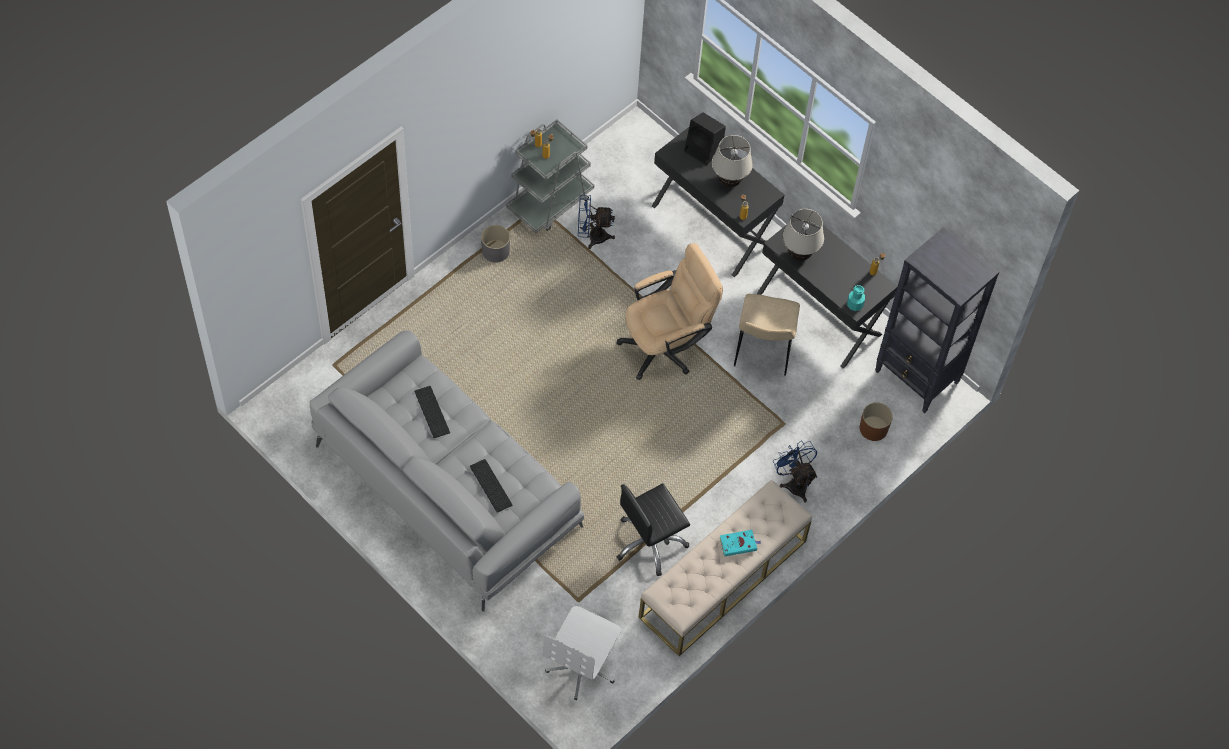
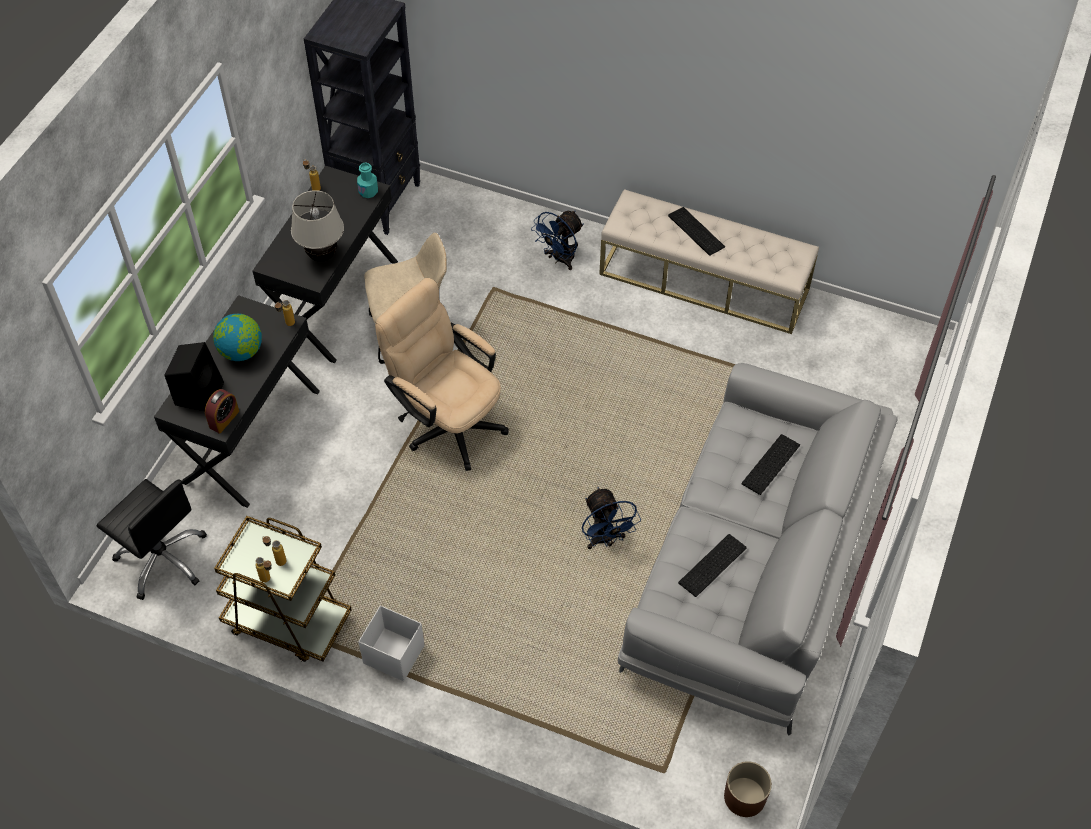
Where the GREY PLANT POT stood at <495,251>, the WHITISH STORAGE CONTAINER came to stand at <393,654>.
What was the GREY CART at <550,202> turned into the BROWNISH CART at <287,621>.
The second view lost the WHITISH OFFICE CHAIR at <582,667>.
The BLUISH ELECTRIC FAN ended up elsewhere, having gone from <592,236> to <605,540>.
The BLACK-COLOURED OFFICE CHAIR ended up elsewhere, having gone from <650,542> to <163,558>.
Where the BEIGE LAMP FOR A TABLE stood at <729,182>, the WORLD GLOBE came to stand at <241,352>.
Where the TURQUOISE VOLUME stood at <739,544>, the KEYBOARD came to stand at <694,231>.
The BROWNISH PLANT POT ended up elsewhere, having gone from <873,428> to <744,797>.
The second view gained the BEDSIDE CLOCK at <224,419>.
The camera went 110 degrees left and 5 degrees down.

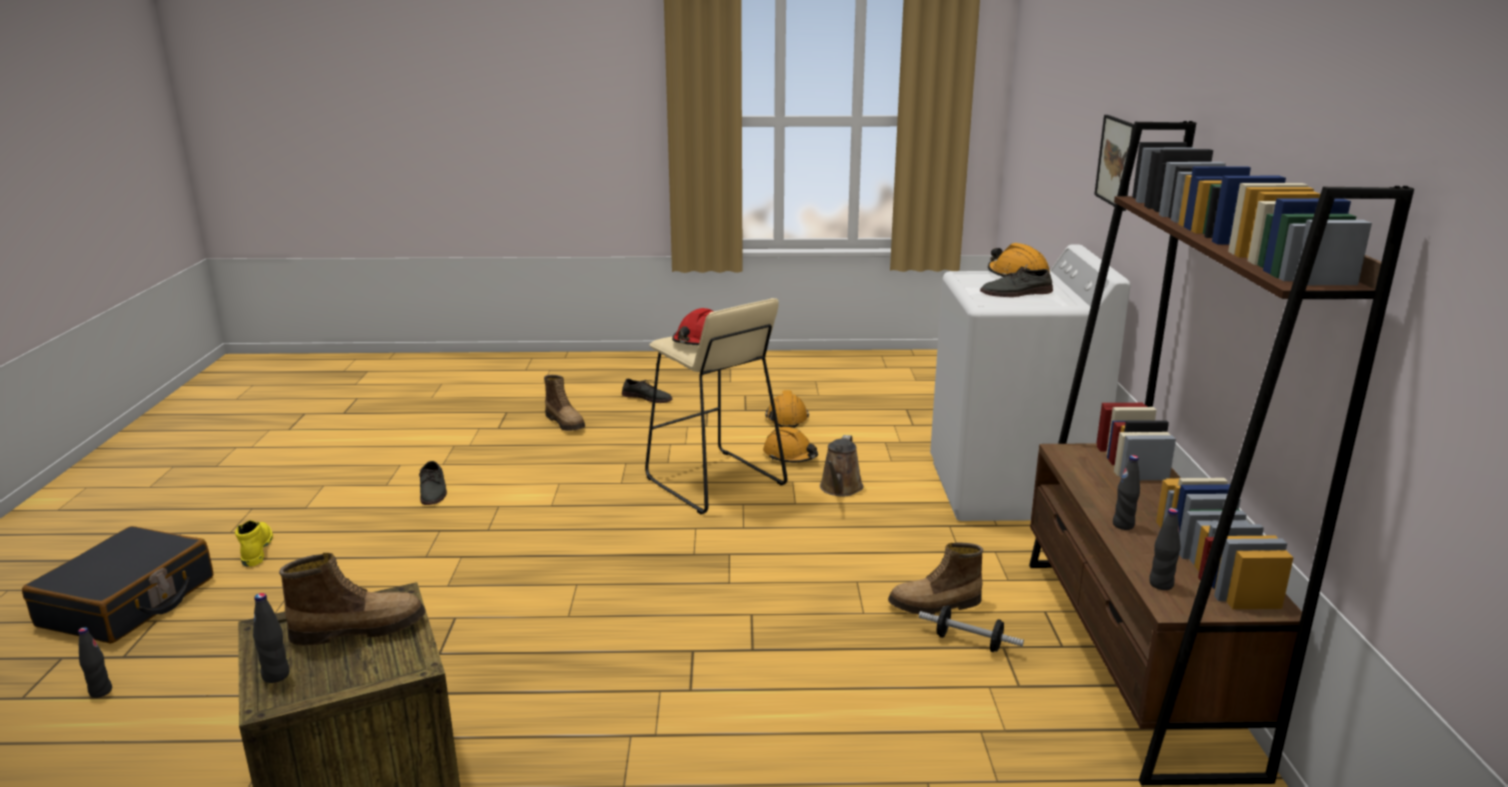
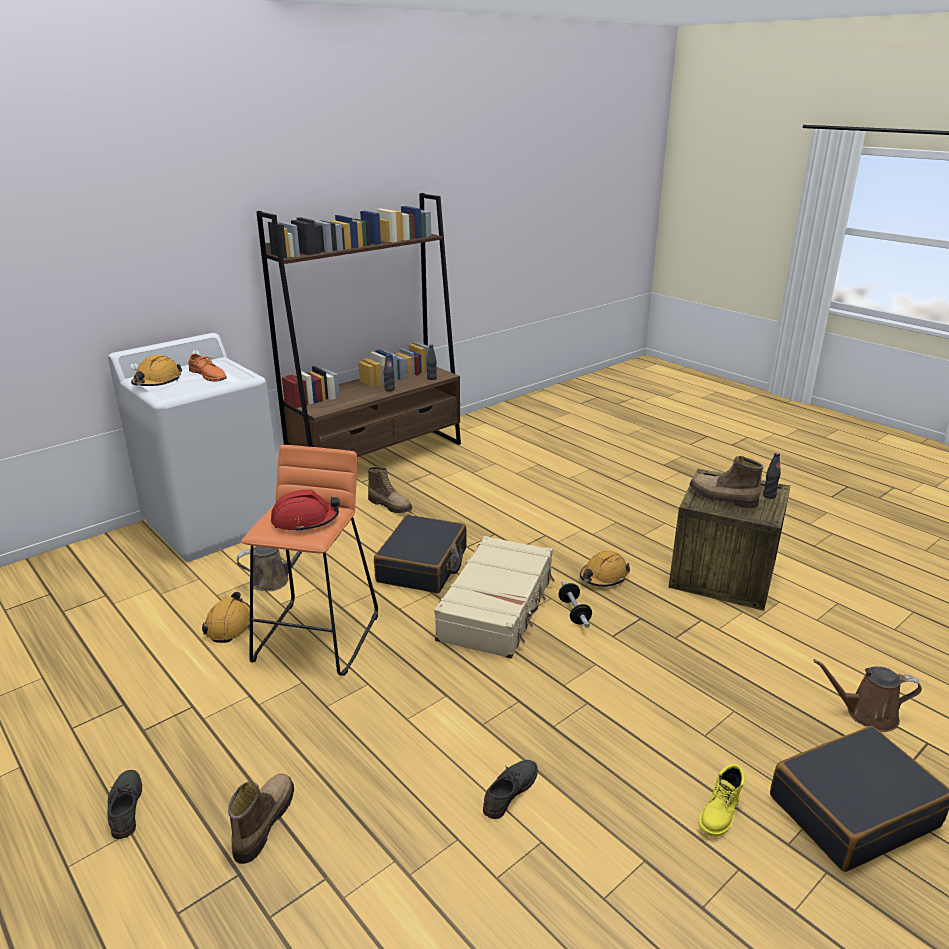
Where the BLACK-COLOURED BOTTLE stood at <100,691>, the BROWNISH WATERING CAN came to stand at <866,714>.
What was the BEIGE STOOL SEAT at <714,482> turned into the ORANGEY STOOL SEAT at <317,637>.
The ORANGEY SAFETY HELMET ended up elsewhere, having gone from <786,418> to <603,577>.
The HAND WEIGHT ended up elsewhere, having gone from <968,642> to <574,612>.
What was the GREY SHOE at <1016,293> turned into the ORANGEY SHOE at <208,375>.
The second view lost the WALL ART at <1116,161>.
The second view gained the BLACK-COLOURED SUITCASE at <423,566>.
The second view gained the BEIGE SUITCASE at <498,608>.
The camera went 130 degrees left and 5 degrees up.

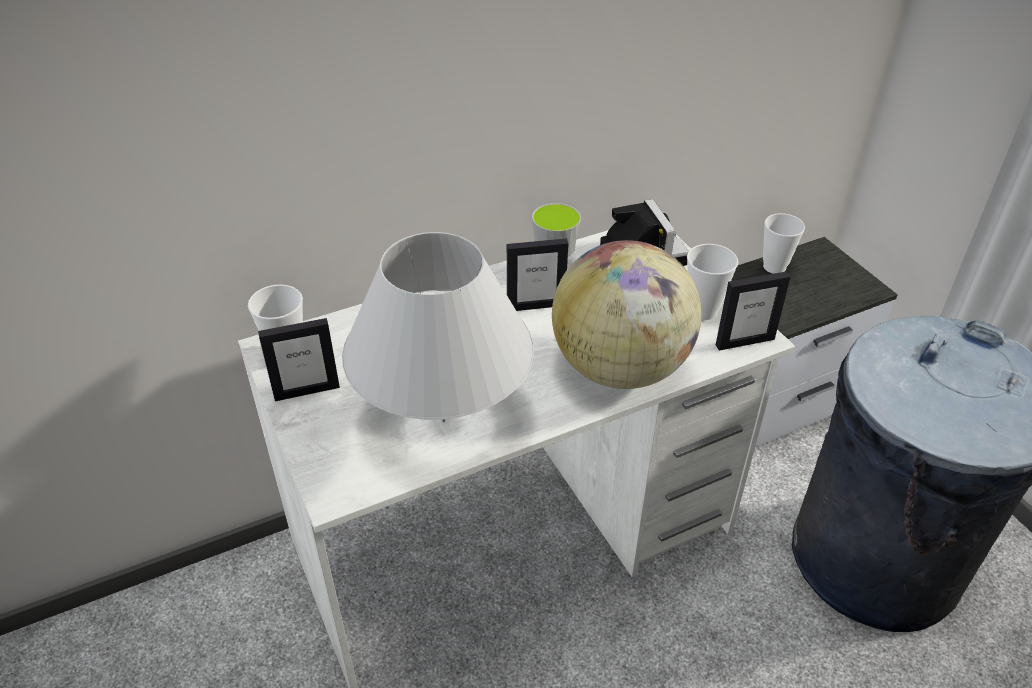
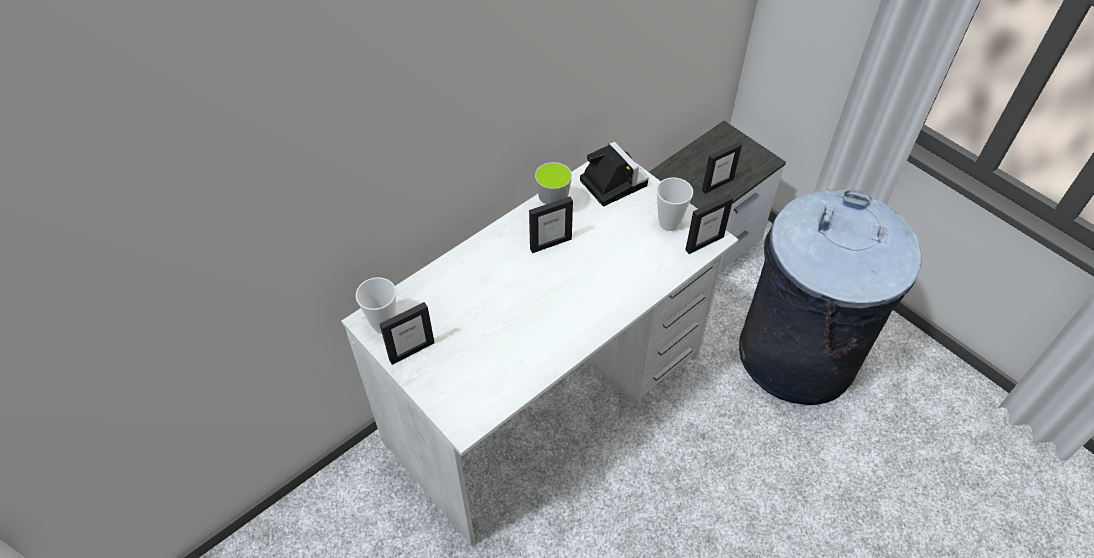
The second view lost the WHITISH LAMP FOR A TABLE at <443,421>.
The second view lost the WORLD GLOBE at <620,367>.
The second view lost the SMALL CUP at <774,267>.
The second view gained the PHOTO FRAME at <717,185>.
The camera went 15 degrees left and 10 degrees up.

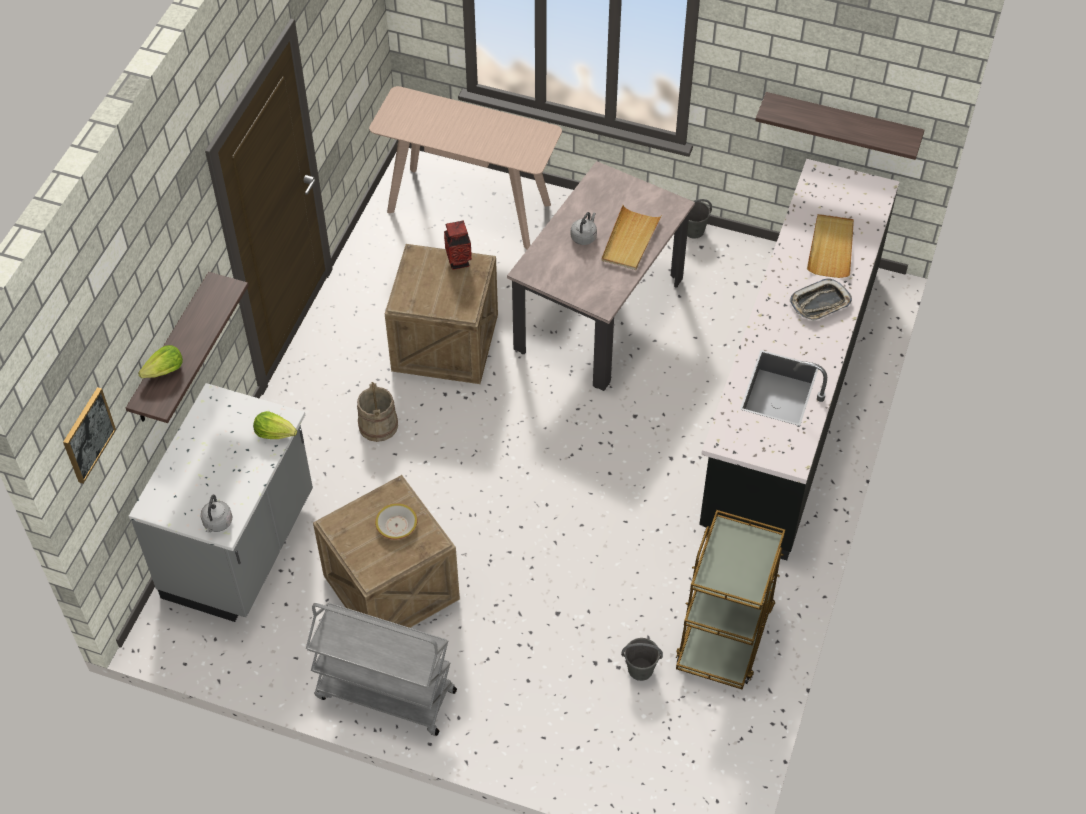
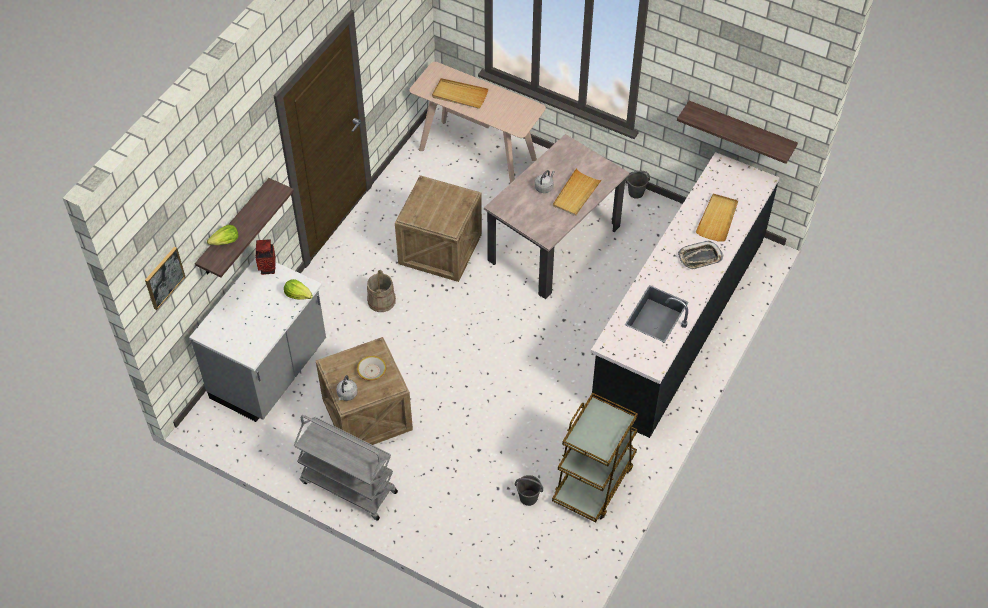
The GREY WATER KETTLE ended up elsewhere, having gone from <217,523> to <347,395>.
The FLOWER VASE ended up elsewhere, having gone from <458,262> to <268,269>.
The second view gained the BEIGE SERVING TRAY at <459,95>.
The camera went 10 degrees right and 0 degrees up.

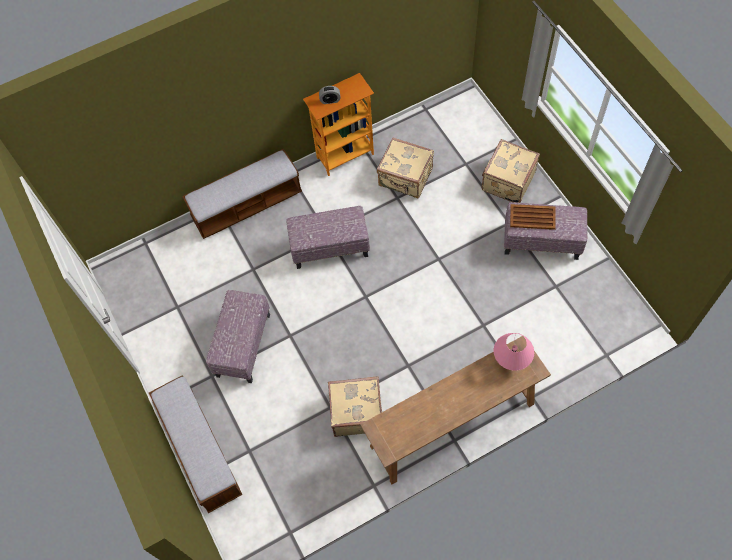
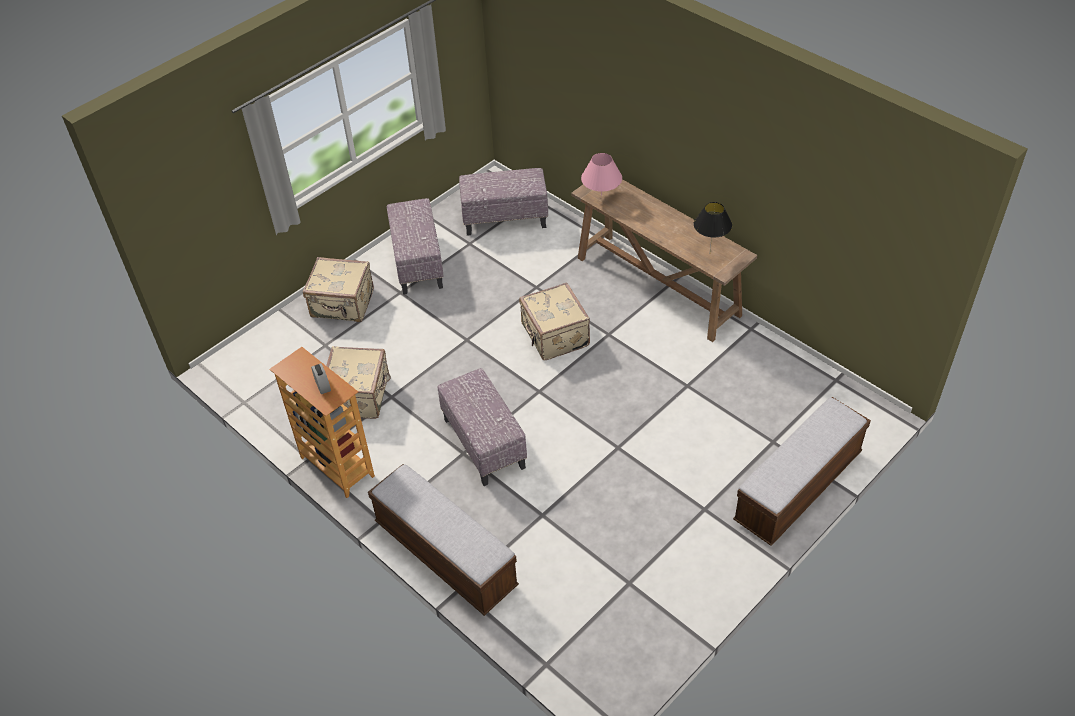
The OTTOMAN ended up elsewhere, having gone from <244,345> to <505,218>.
The BEIGE SUITCASE ended up elsewhere, having gone from <356,411> to <554,336>.
The second view lost the BROWNISH SERVING TRAY at <532,217>.
The second view gained the BLACK-COLOURED LAMP FOR A TABLE at <710,254>.
The camera went 110 degrees left and 15 degrees down.

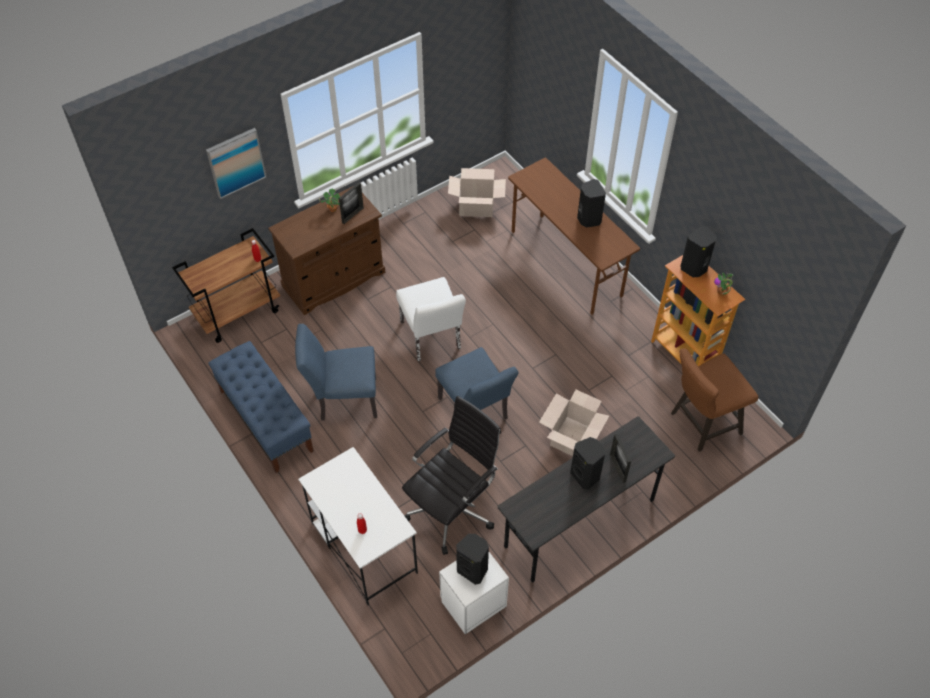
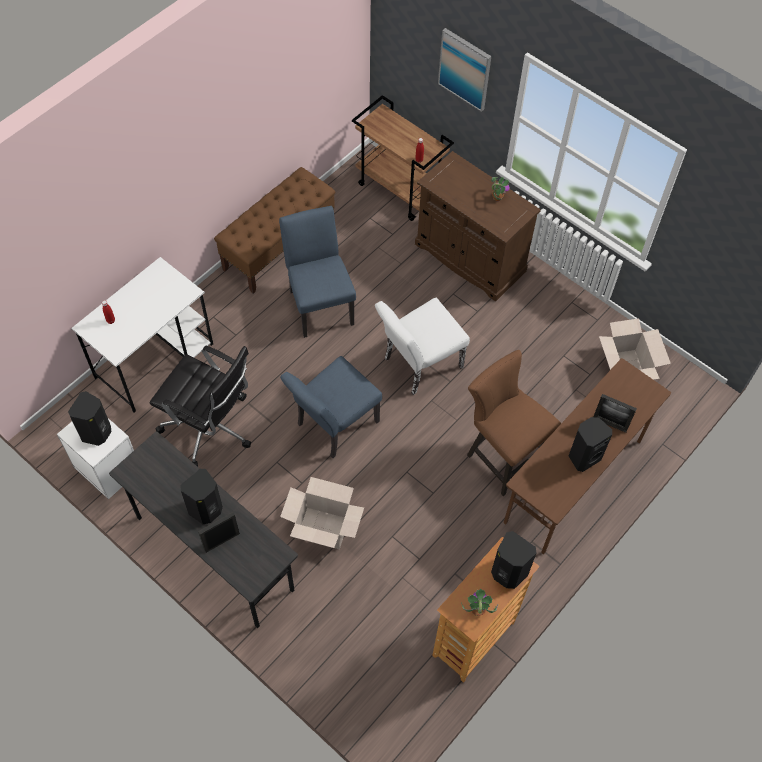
What was the BLUISH BENCH at <265,420> turned into the BROWNISH BENCH at <279,246>.
The PHOTO FRAME ended up elsewhere, having gone from <352,215> to <609,424>.
The BROWNISH STOOL SEAT ended up elsewhere, having gone from <701,424> to <502,454>.
The camera went 75 degrees right and 5 degrees up.

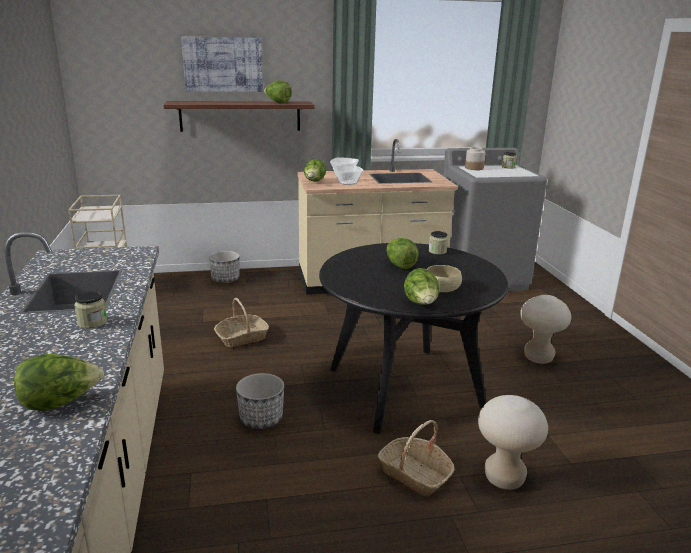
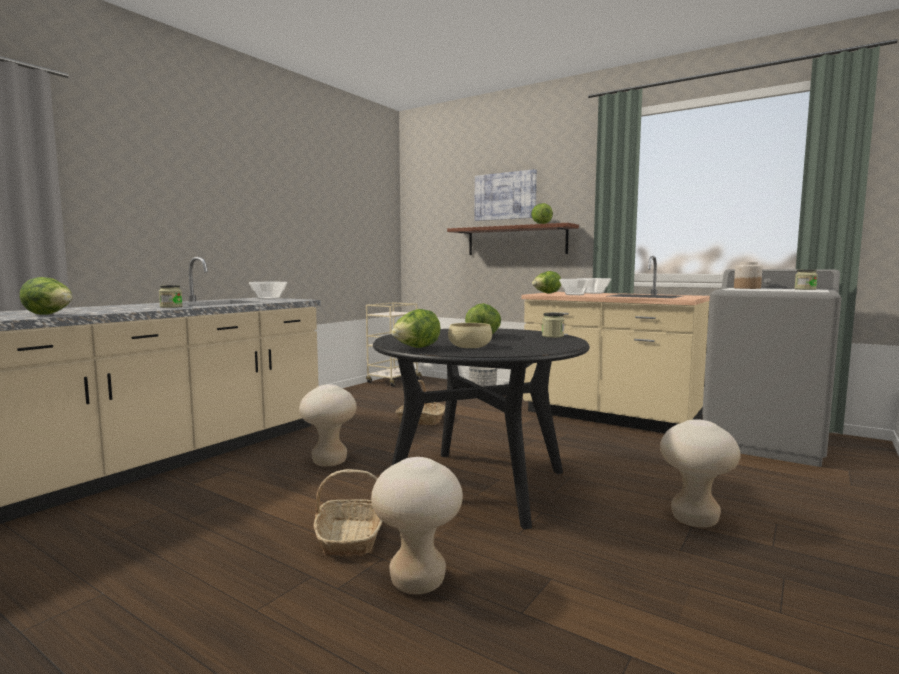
Where the PLANT POT stood at <261,419>, the BEIGE STOOL SEAT came to stand at <329,462>.
The second view gained the SERVING BOWL at <268,298>.
The camera went 45 degrees right and 15 degrees down.

